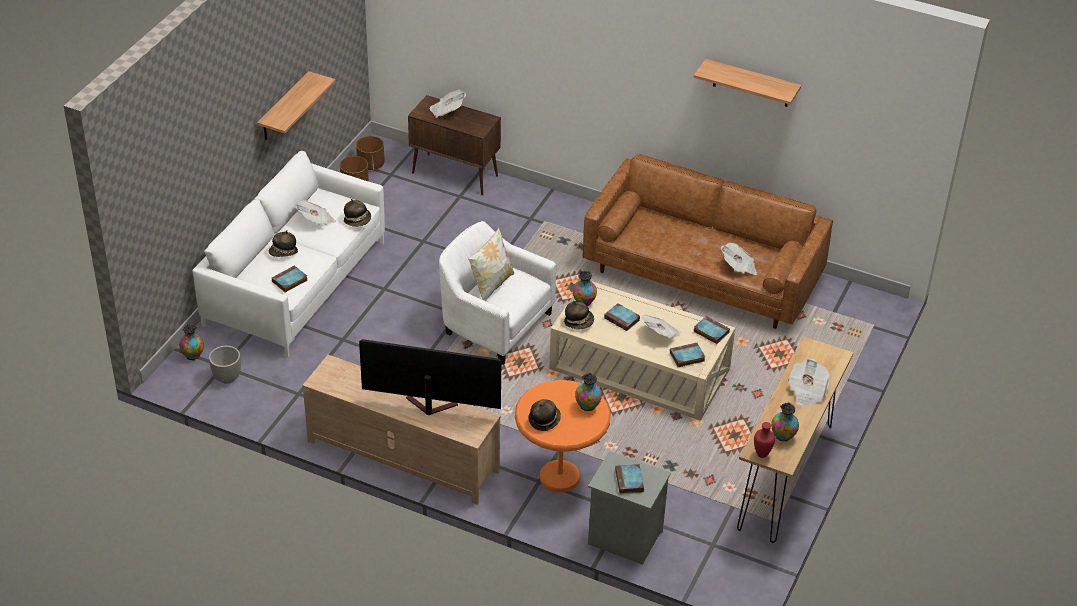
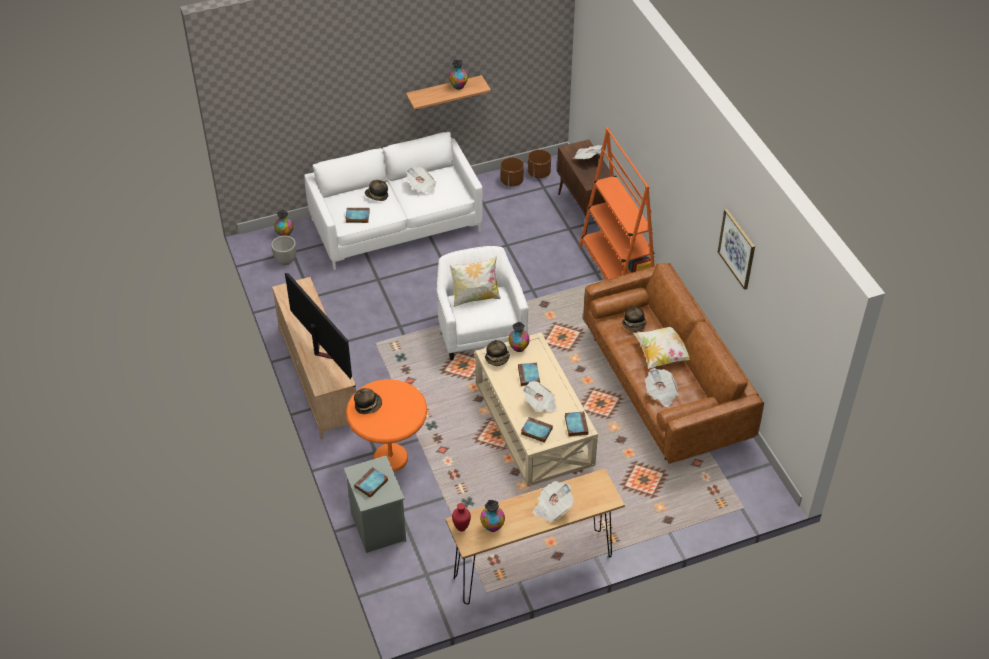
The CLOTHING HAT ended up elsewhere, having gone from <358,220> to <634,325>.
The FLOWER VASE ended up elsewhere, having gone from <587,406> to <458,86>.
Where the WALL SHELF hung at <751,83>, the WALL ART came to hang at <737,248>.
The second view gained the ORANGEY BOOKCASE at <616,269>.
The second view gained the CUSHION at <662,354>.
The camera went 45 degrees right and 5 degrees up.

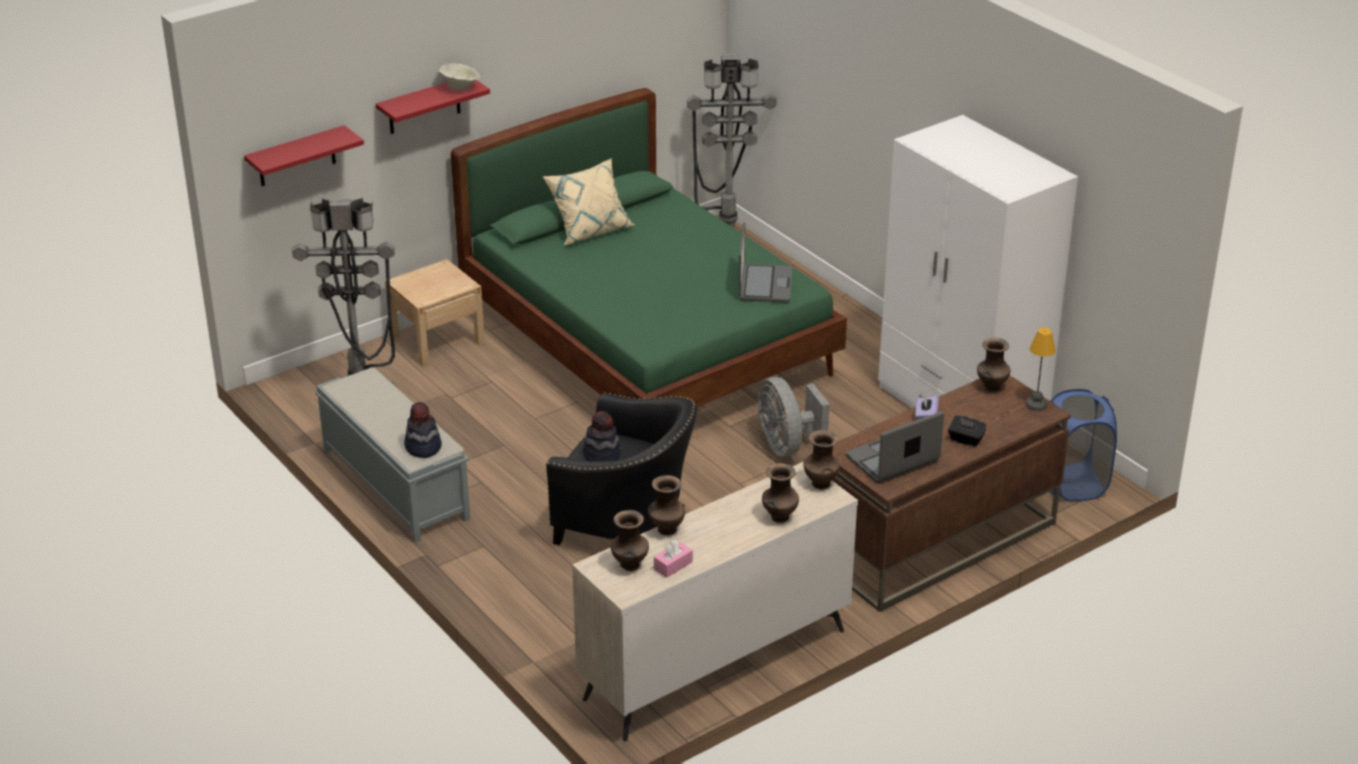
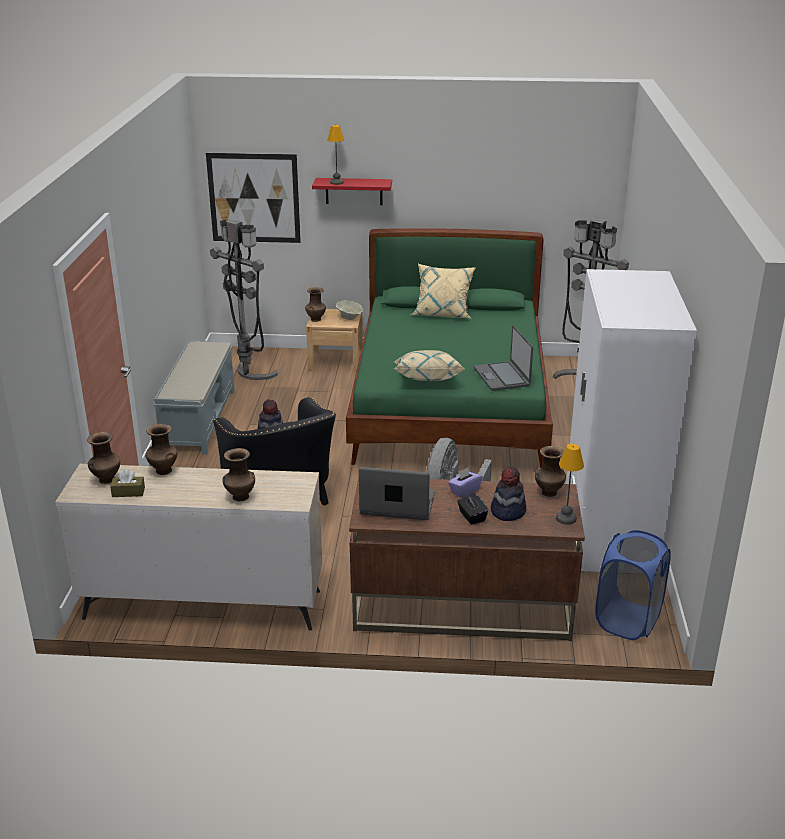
Where the REDDISH WALL SHELF hung at <296,157>, the WALL ART came to hang at <254,198>.
The CLOTHING HAT ended up elsewhere, having gone from <423,447> to <507,511>.
The BEIGE SERVING BOWL ended up elsewhere, having gone from <460,88> to <349,318>.
What was the PINK TISSUE HOLDER at <673,565> turned into the BROWNISH TISSUE HOLDER at <128,492>.
The NOTEBOOK COMPUTER at <764,285> ended up facing another way, 120 degrees clockwise from before.
The BROWNISH FLOWER VASE ended up elsewhere, having gone from <820,483> to <316,319>.
The second view gained the LAMP FOR A TABLE at <337,182>.
The second view gained the BEIGE CUSHION at <427,378>.
The camera went 40 degrees right and 5 degrees down.

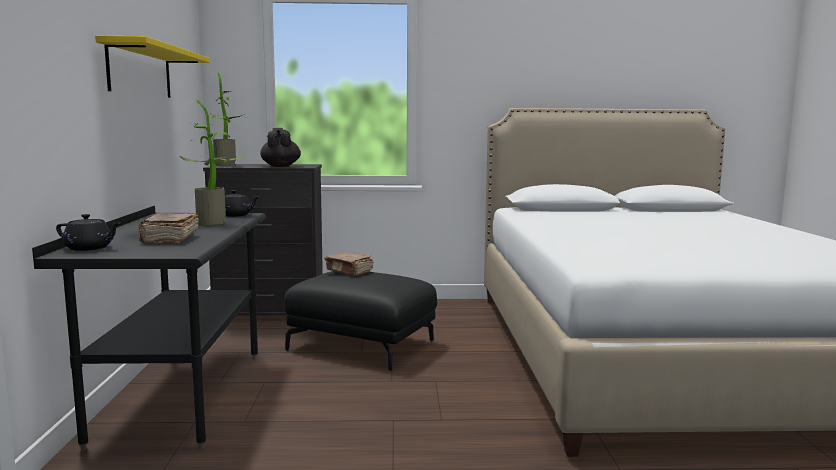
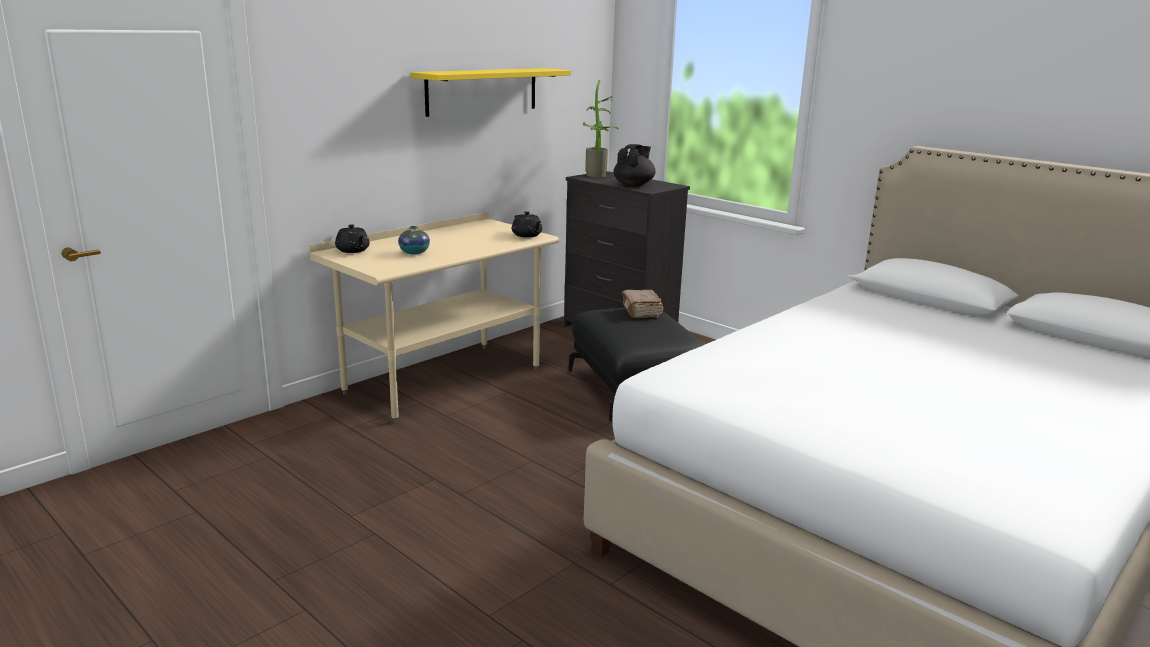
What was the BLACK-COLOURED DESK TABLE at <182,396> turned into the BEIGE DESK TABLE at <443,381>.
Where the BROWNISH VOLUME stood at <169,239>, the FLOWER VASE came to stand at <414,252>.
The second view lost the POTTED PLANT at <215,222>.
The camera went 45 degrees right and 10 degrees up.

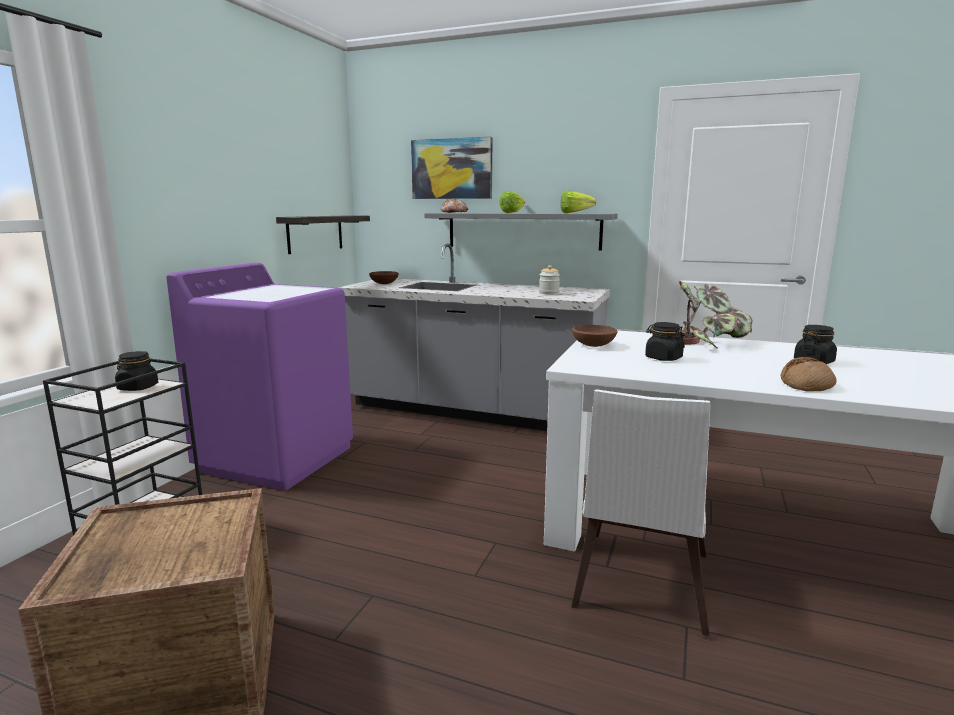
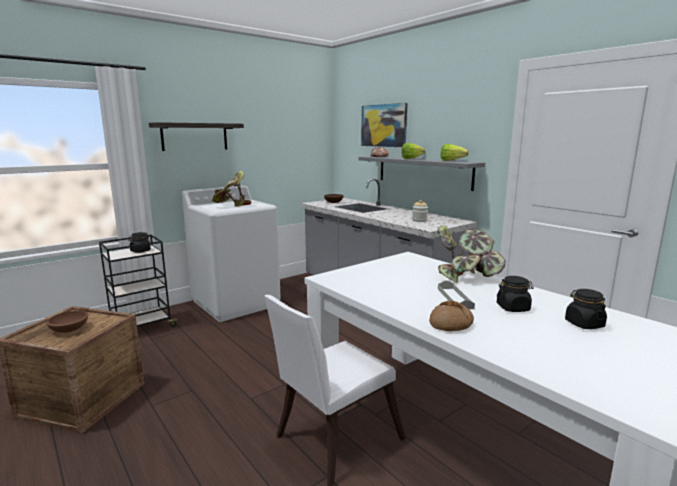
What was the PURPLE LAUNDRY MACHINE at <277,458> turned into the WHITISH LAUNDRY MACHINE at <236,303>.
The WALL SHELF ended up elsewhere, having gone from <315,233> to <195,136>.
The BROWNISH SERVING BOWL ended up elsewhere, having gone from <593,345> to <68,329>.
The BLACK-COLOURED STORAGE JAR ended up elsewhere, having gone from <663,358> to <584,324>.
The second view gained the POTTED PLANT at <231,205>.
The second view gained the GREY SERVING TRAY at <454,298>.
The camera went 30 degrees right and 0 degrees up.

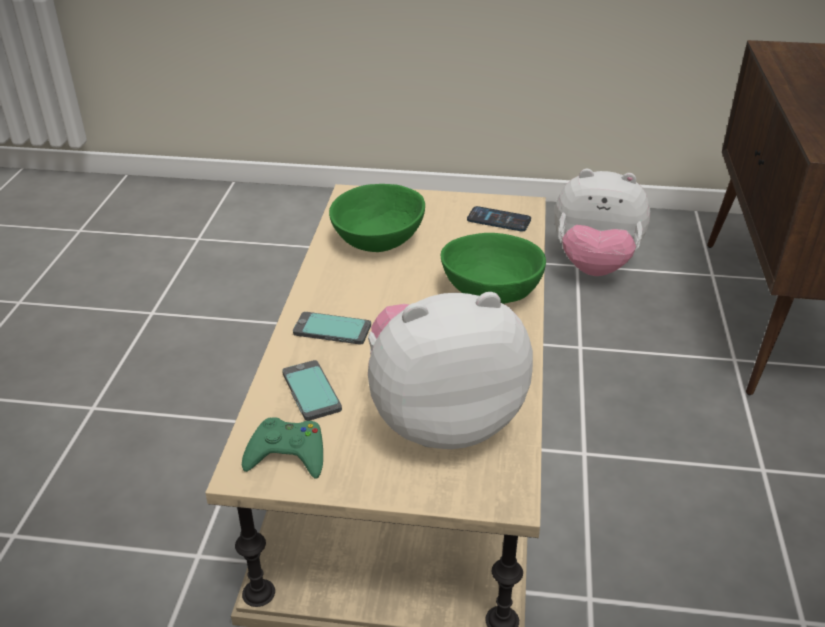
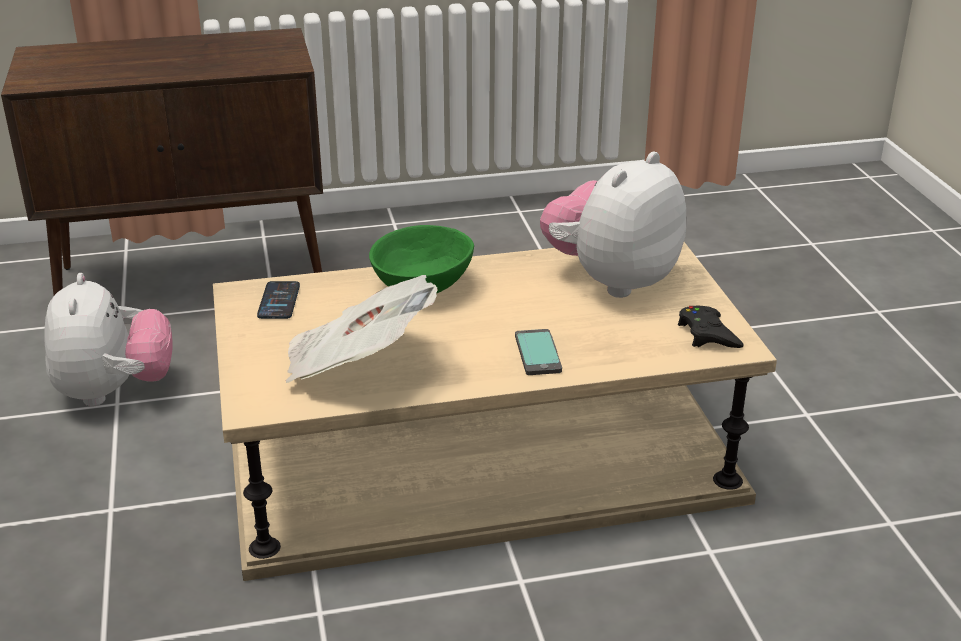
What was the GREEN JOYPAD at <287,454> turned into the BLACK-COLOURED JOYPAD at <707,334>.
The second view lost the HANDSET at <311,391>.
Where the GREEN SERVING BOWL stood at <378,240>, the NEWSPAPER came to stand at <357,364>.
The SOFT TOY at <442,419> ended up facing another way, 75 degrees clockwise from before.
The camera went 110 degrees left and 5 degrees down.

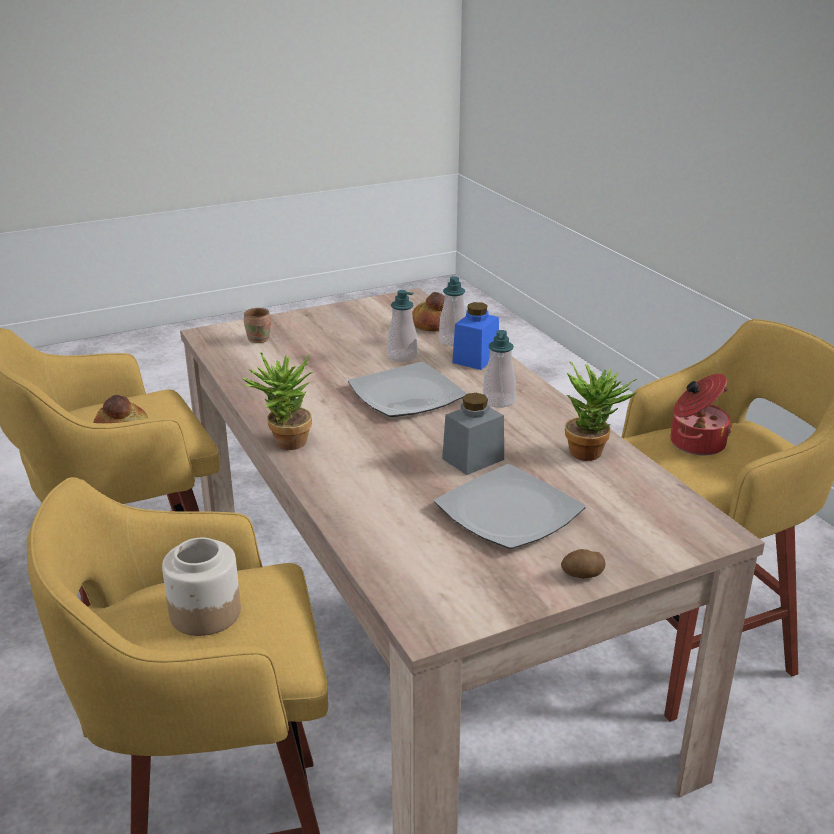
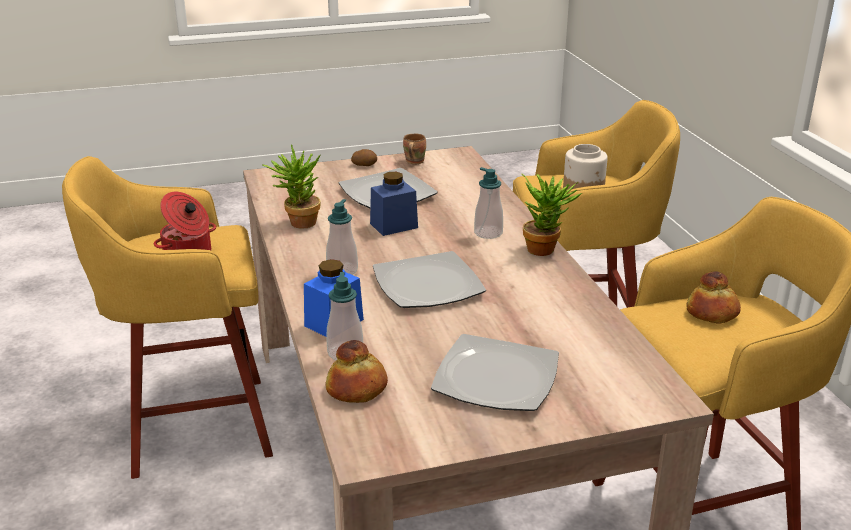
The BROWNISH MUG ended up elsewhere, having gone from <260,339> to <413,162>.
The LIQUID SOAP BOTTLE ended up elsewhere, having gone from <402,356> to <488,233>.
What was the GREY STORAGE JAR at <473,459> turned into the BLUISH STORAGE JAR at <394,225>.
The second view gained the DINNER PLATE at <497,377>.
The camera went 170 degrees left and 0 degrees up.

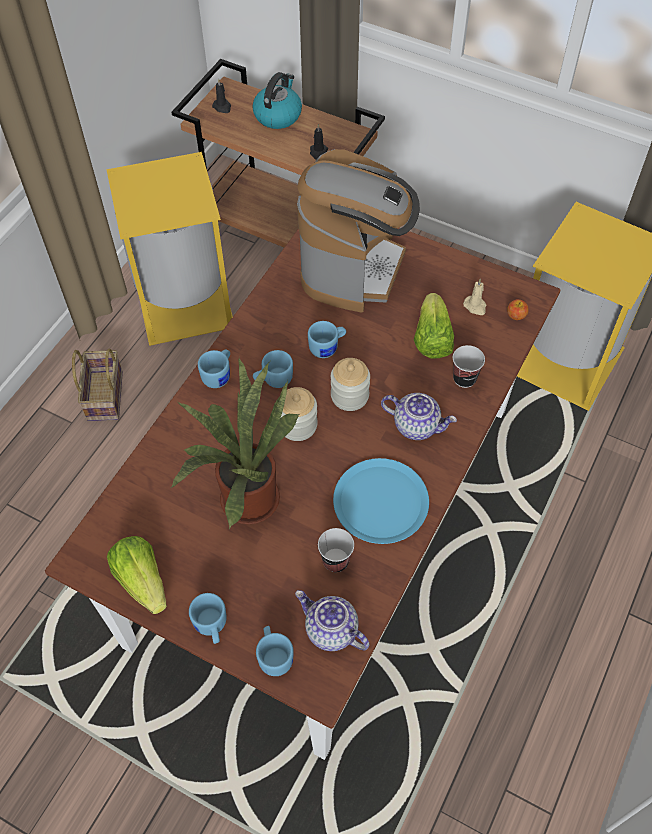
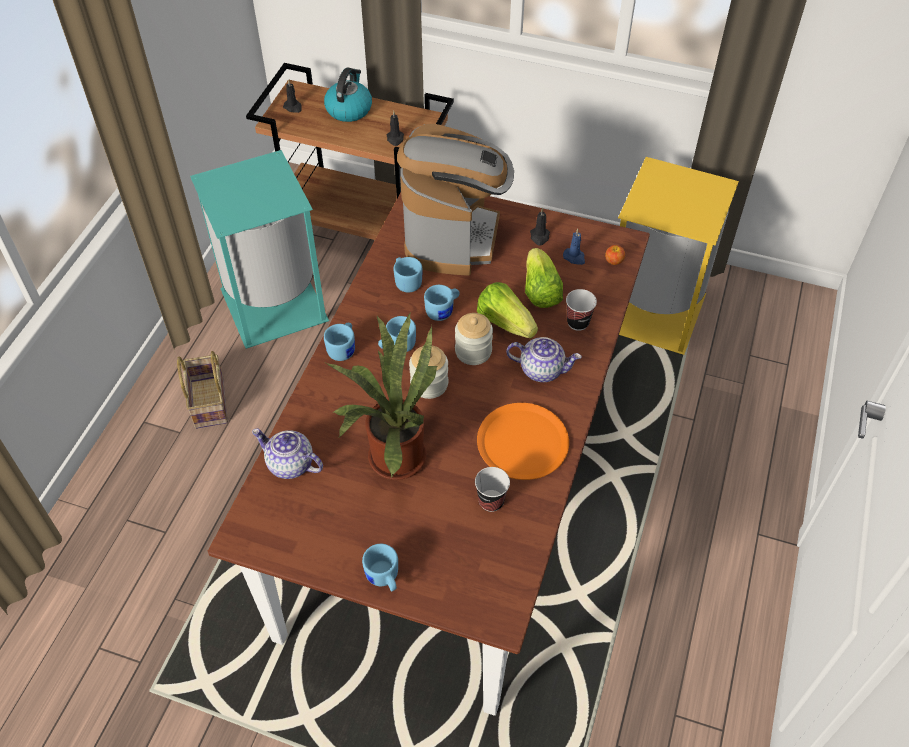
What was the YELLOW TRASH CAN at <183,305> turned into the TURQUOISE TRASH CAN at <273,307>.
The LETTUCE HEAD ended up elsewhere, having gone from <142,580> to <505,322>.
The BLUISH MUG ended up elsewhere, having gone from <275,655> to <407,281>.
The TEAPOT ended up elsewhere, having gone from <330,630> to <290,464>.
What was the BLUISH DINNER PLATE at <380,502> turned into the ORANGEY DINNER PLATE at <522,442>.
What was the BEIGE WAX CANDLE at <475,306> turned into the BLUISH WAX CANDLE at <574,257>.
The second view gained the BLACK-COLOURED WAX CANDLE at <539,237>.
The camera went 10 degrees left and 5 degrees down.

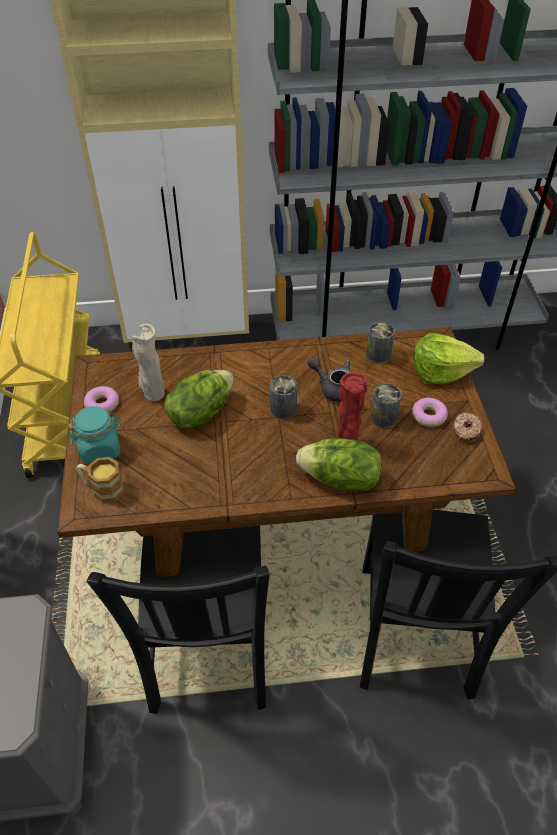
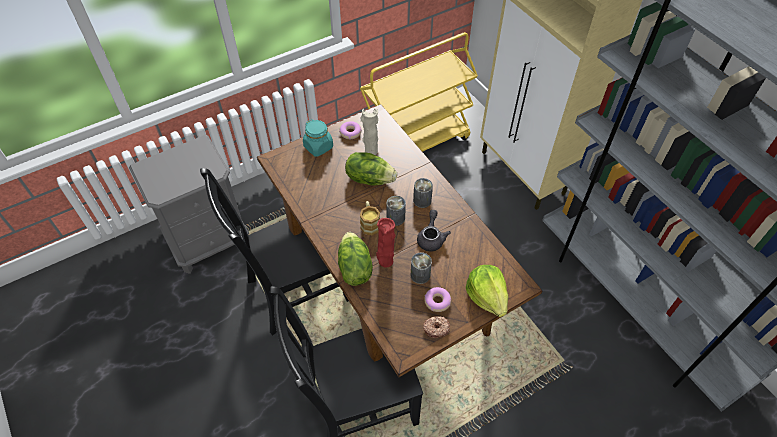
The MUG ended up elsewhere, having gone from <102,488> to <369,223>.
The CAN ended up elsewhere, having gone from <378,354> to <422,200>.
The camera went 65 degrees right and 5 degrees up.

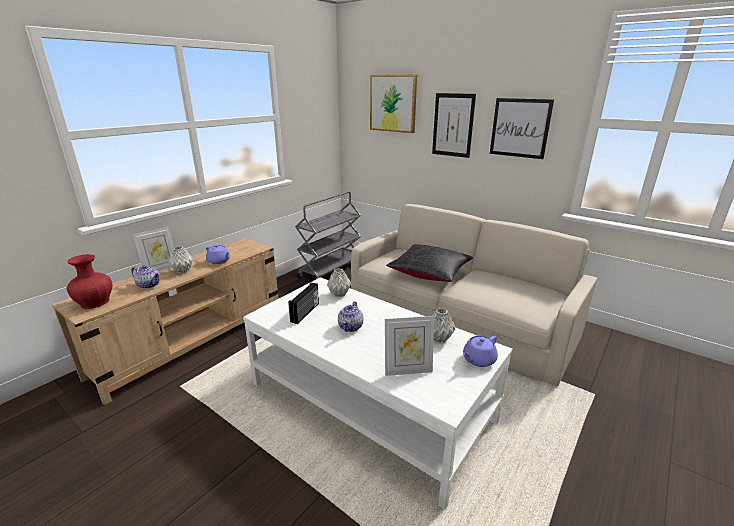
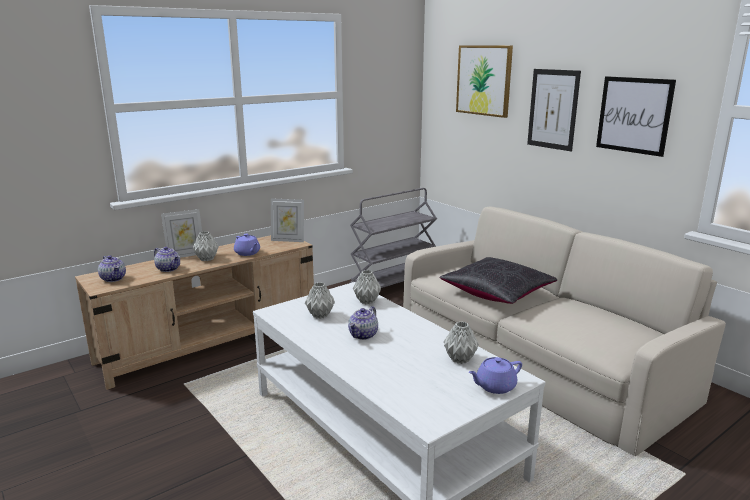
Where the REDDISH FLOWER VASE stood at <95,302>, the TEAPOT came to stand at <113,279>.
Where the RADIO RECEIVER stood at <305,312>, the GREY FLOWER VASE came to stand at <320,315>.
The PHOTO FRAME ended up elsewhere, having gone from <408,370> to <288,240>.
The camera went 15 degrees right and 5 degrees down.

